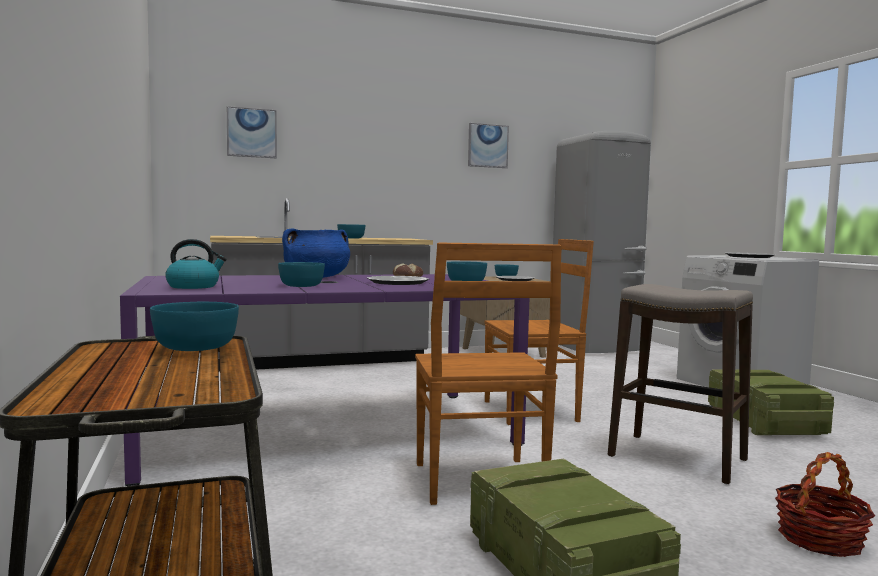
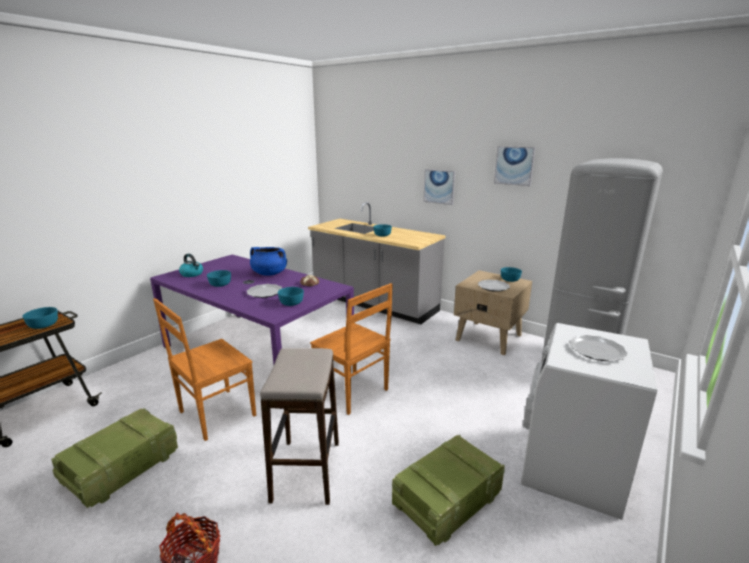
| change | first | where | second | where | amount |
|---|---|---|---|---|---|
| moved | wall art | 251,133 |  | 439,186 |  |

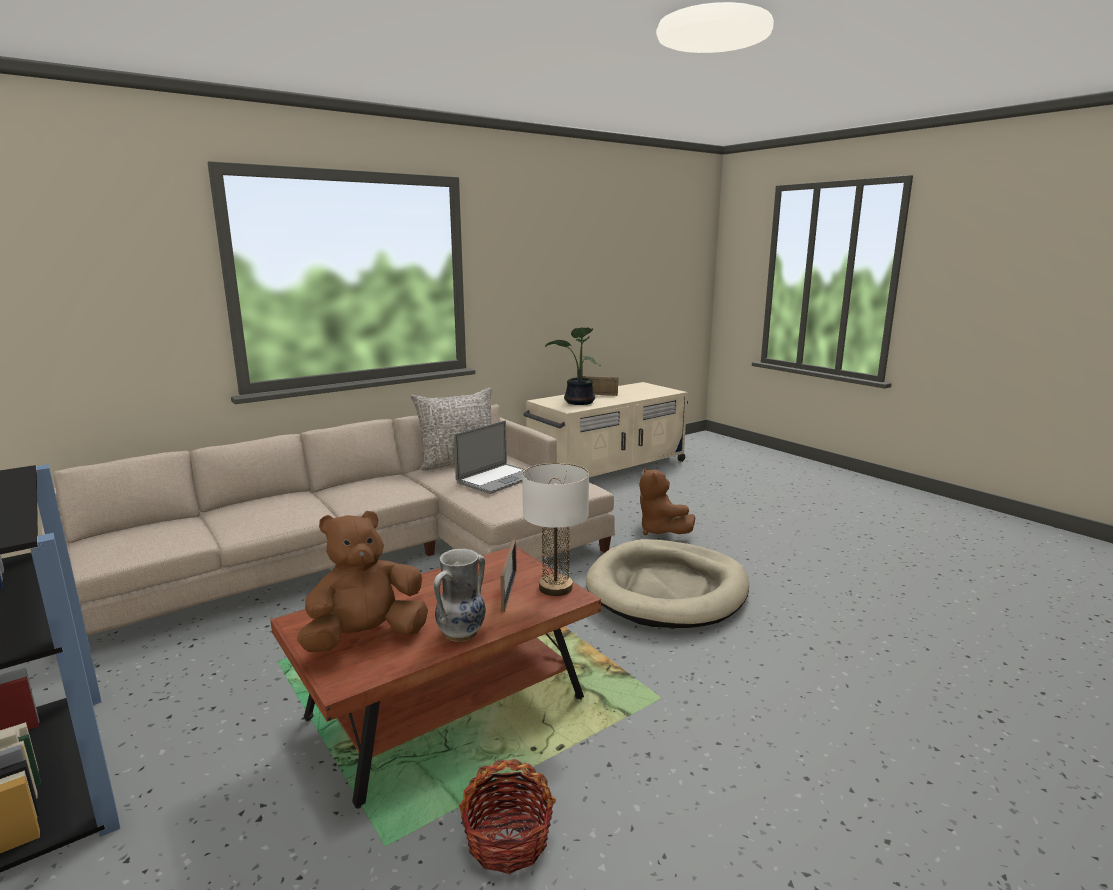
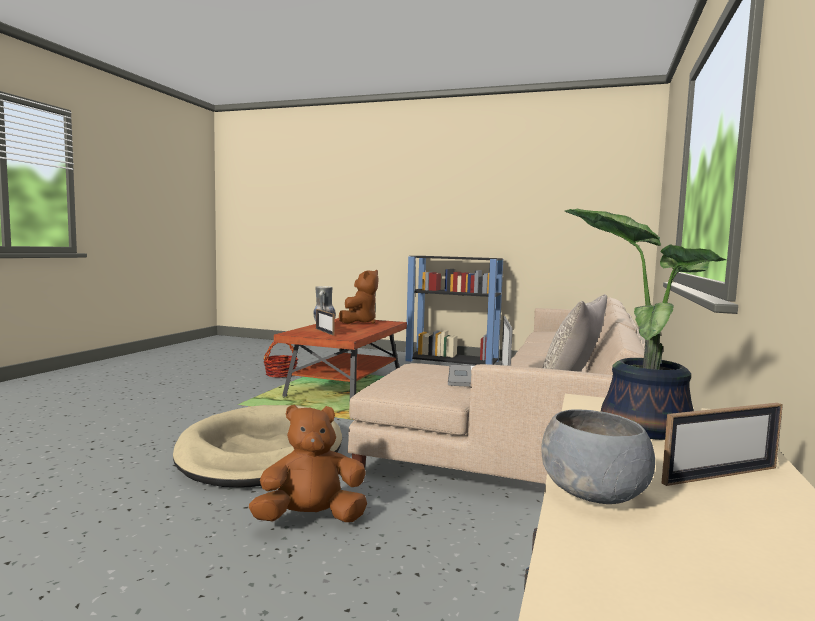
| change | first | where | second | where | amount |
|---|---|---|---|---|---|
| removed | lamp for a table | 556,587 |  |  |  |
| turned | brownish soft toy | 660,531 |  | 311,519 | 45 degrees counterclockwise |
| added |  |  | greyish deep dish | 595,495 |  |

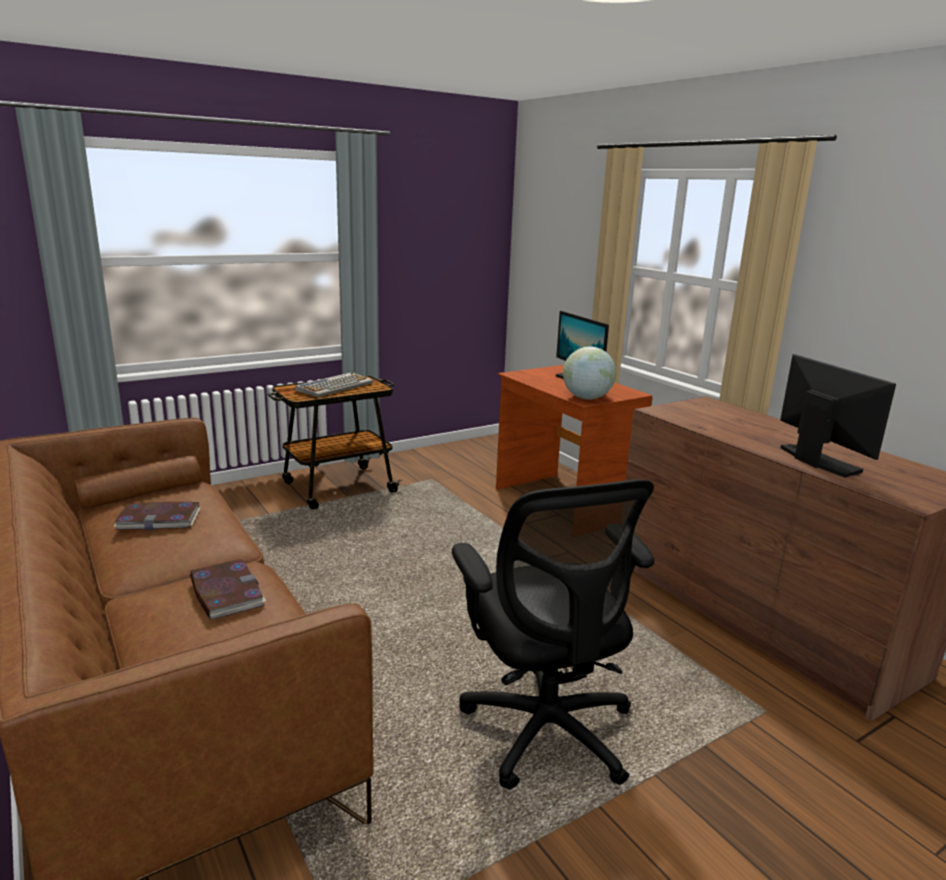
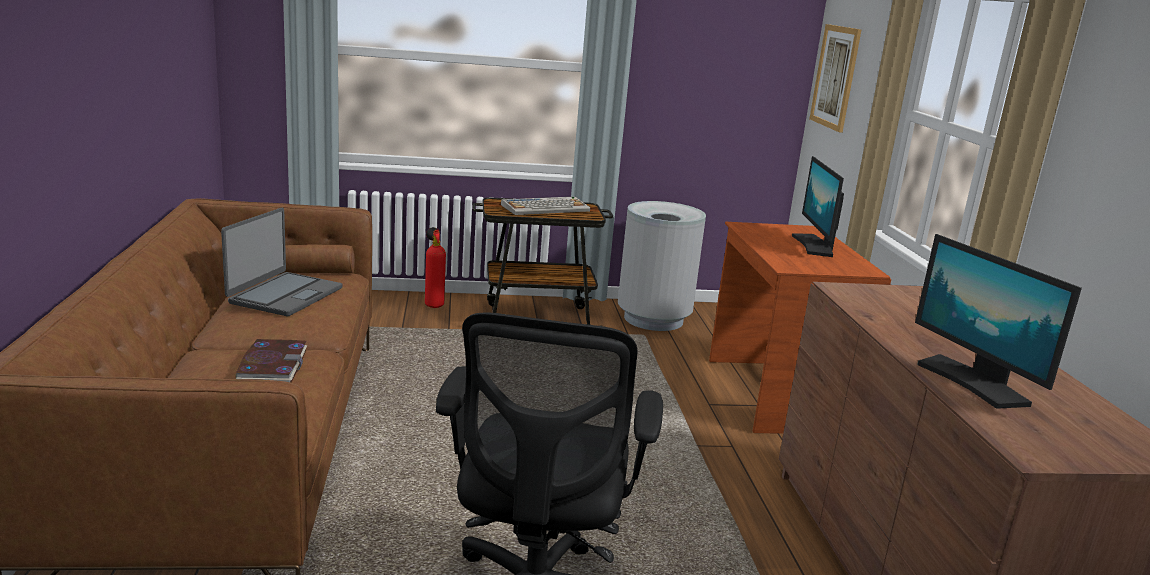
| change | first | where | second | where | amount |
|---|---|---|---|---|---|
| replaced | bound book | 159,519 | portable computer | 284,295 |  |
| removed | globe | 586,398 |  |  |  |
| turned | computer screen | 818,461 |  | 973,382 | 150 degrees clockwise |
| added |  |  | fire-fighting cylinder | 433,304 |  |
| added |  |  | greyish trash can | 653,319 |  |
| added |  |  | wall art | 835,77 |  |

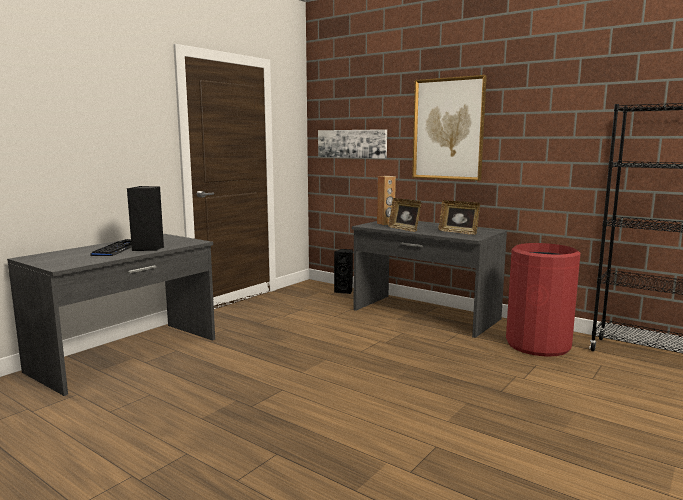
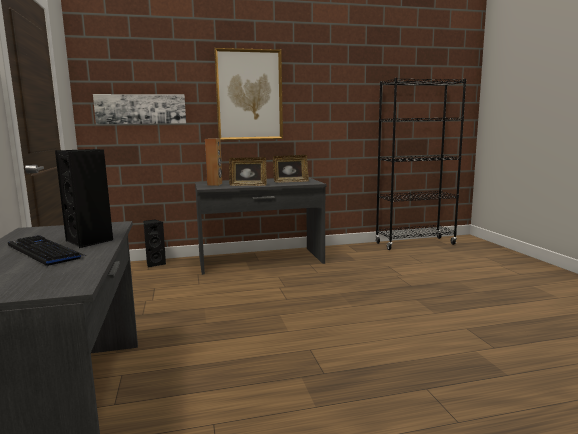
| change | first | where | second | where | amount |
|---|---|---|---|---|---|
| removed | red trash can | 538,345 |  |  |  |

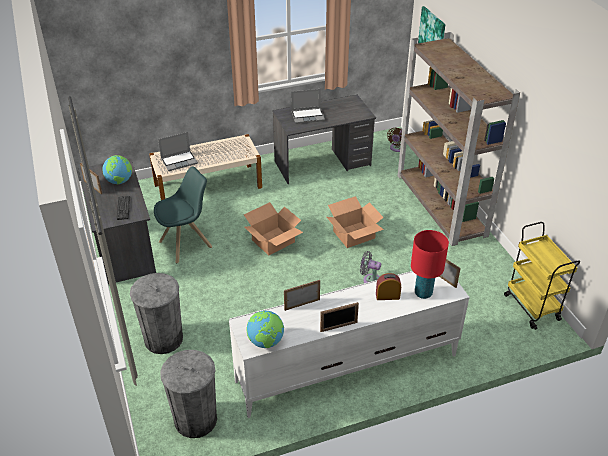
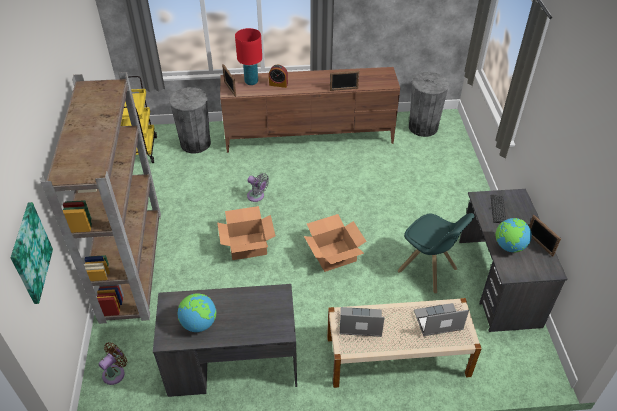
| change | first | where | second | where | amount |
|---|---|---|---|---|---|
| moved | greyish trash can | 163,339 |  | 195,143 |  |
| turned | blue-green plain chair | 186,244 |  | 428,270 | 120 degrees counterclockwise |
| recoloured | white storage cabinet | 346,369 | brownish storage cabinet | 309,136 |  |
| moved | globe | 266,342 |  | 199,323 |  |
| moved | portable computer | 308,116 |  | 360,323 |  |
| removed | picture frame | 338,327 |  |  |  |

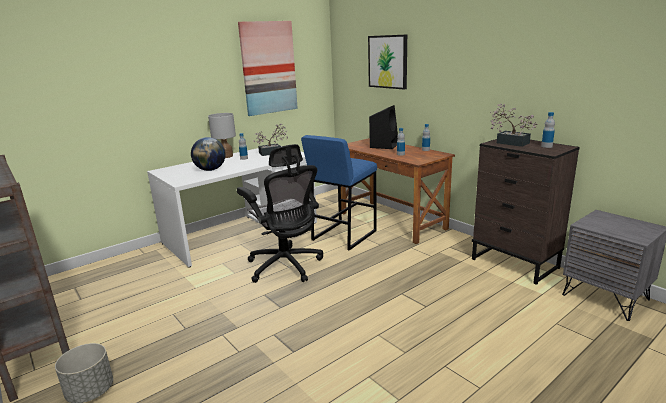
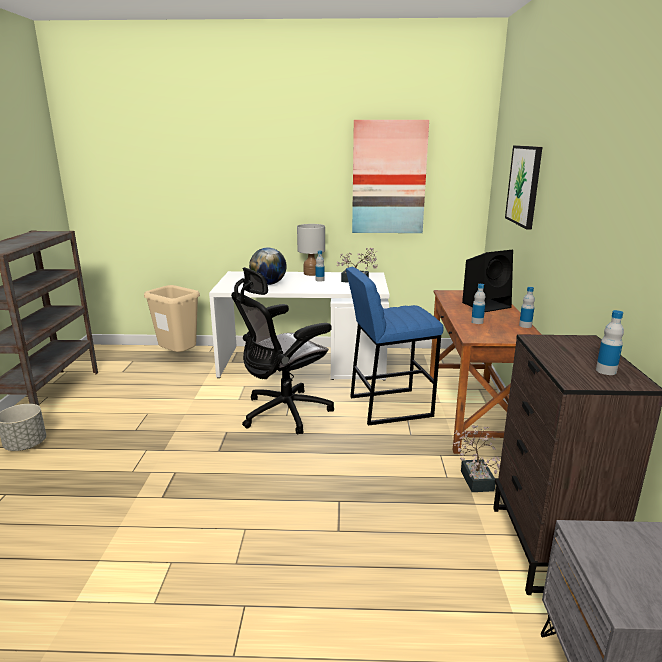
| change | first | where | second | where | amount |
|---|---|---|---|---|---|
| turned | computer chair | 285,266 |  | 285,413 | 45 degrees clockwise |
| moved | potted plant | 509,142 |  | 476,477 |  |
| added |  |  | sand-coloured trash can | 179,357 |  |

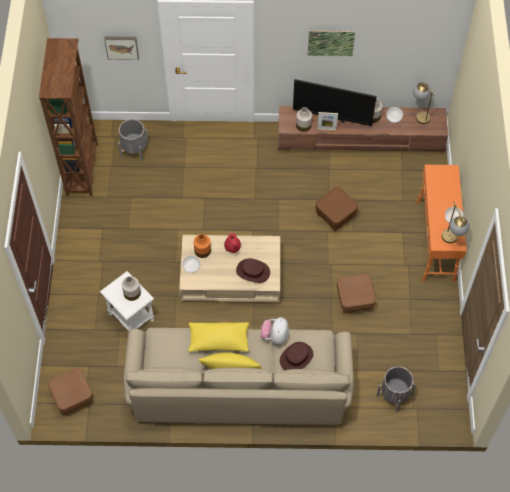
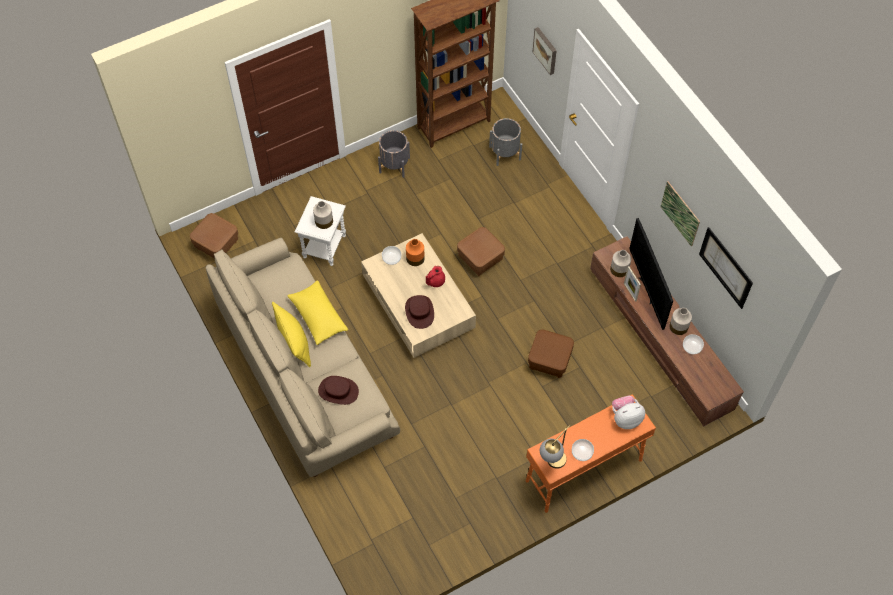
| change | first | where | second | where | amount |
|---|---|---|---|---|---|
| moved | soft toy | 275,336 |  | 625,418 |  |
| moved | brownish footrest | 354,300 |  | 480,259 |  |
| moved | greyish flower pot | 394,395 |  | 394,165 |  |
| removed | lamp for a table | 419,114 |  |  |  |
| added |  |  | wall art | 725,267 |  |

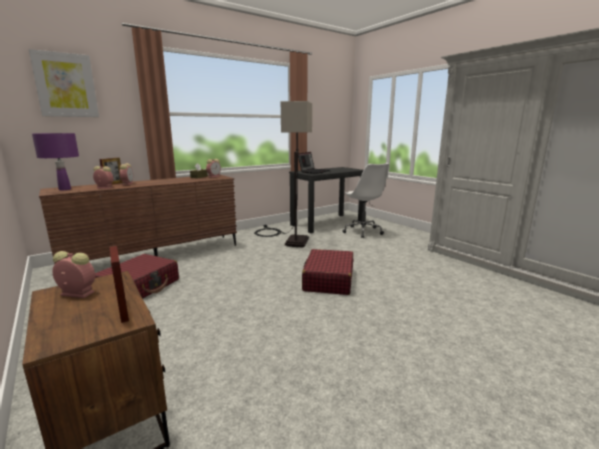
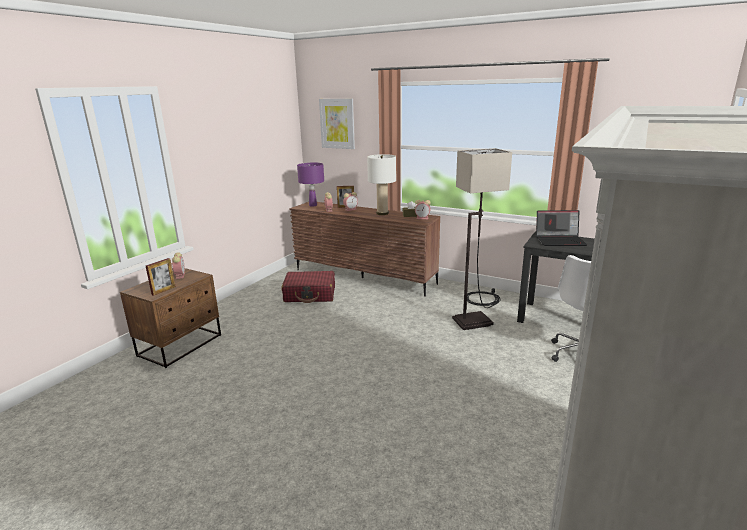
| change | first | where | second | where | amount |
|---|---|---|---|---|---|
| removed | red suitcase | 328,280 |  |  |  |
| added |  |  | white lamp for a table | 382,213 |  |

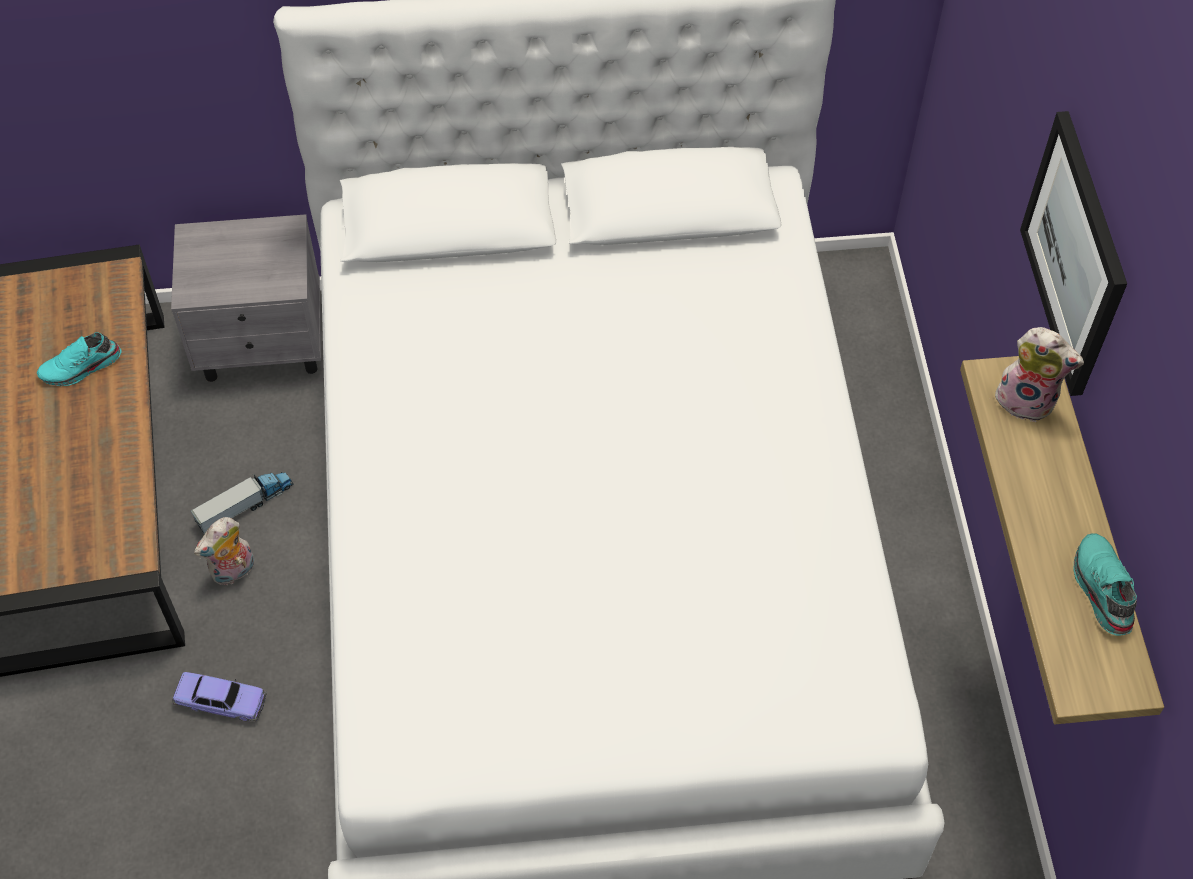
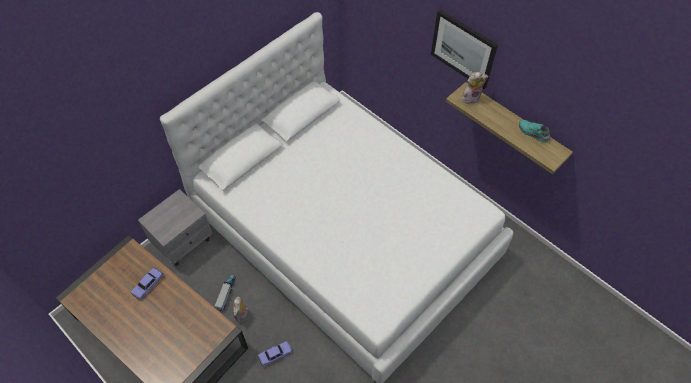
| change | first | where | second | where | amount |
|---|---|---|---|---|---|
| replaced | blue-green shoe | 81,368 | toy car | 148,285 |  |

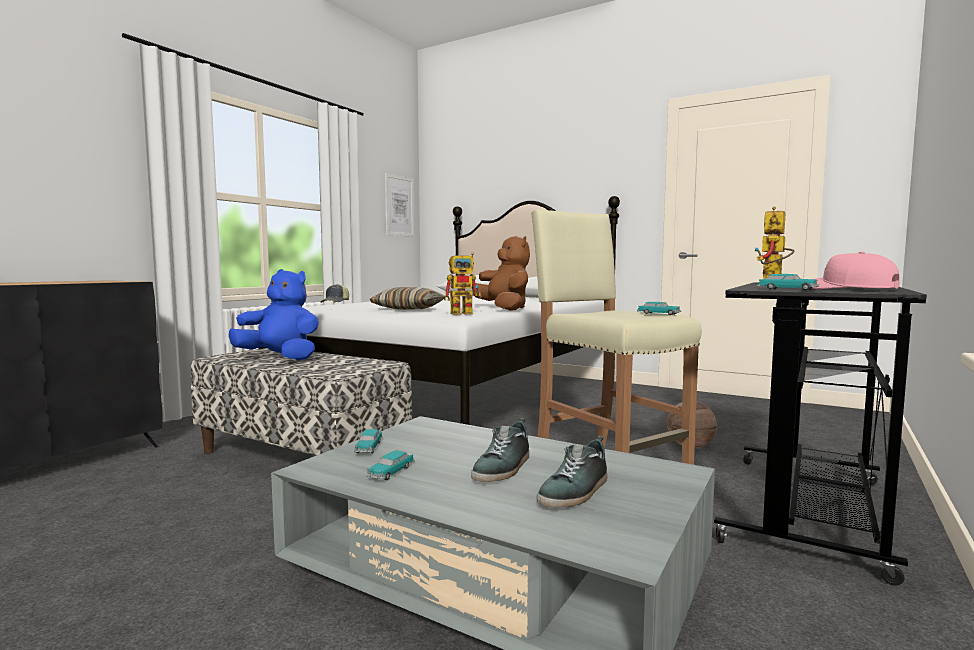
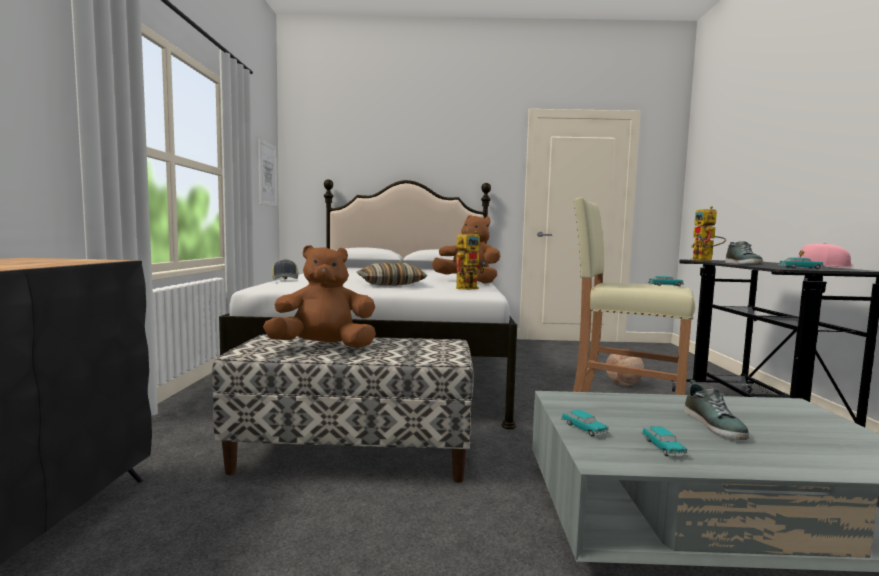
| change | first | where | second | where | amount |
|---|---|---|---|---|---|
| recoloured | blue soft toy | 280,358 | brownish soft toy | 324,347 |  |
| moved | shoe | 575,491 |  | 743,264 |  |

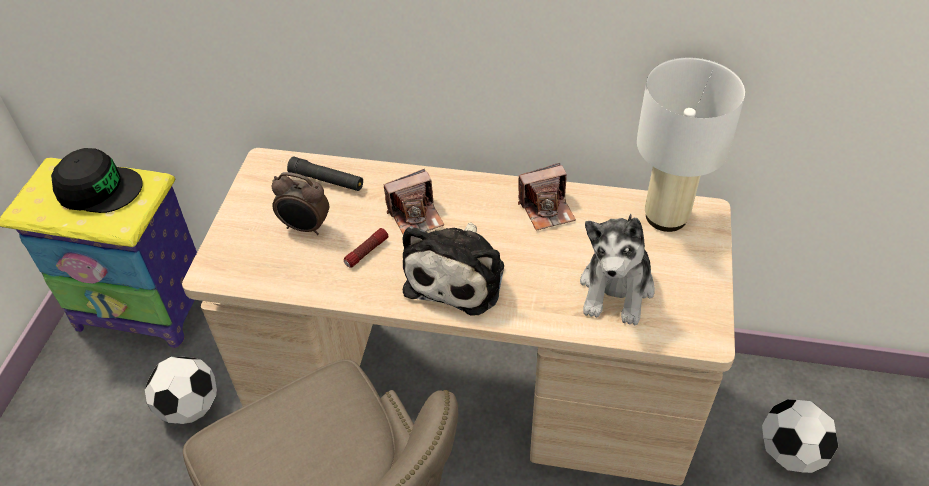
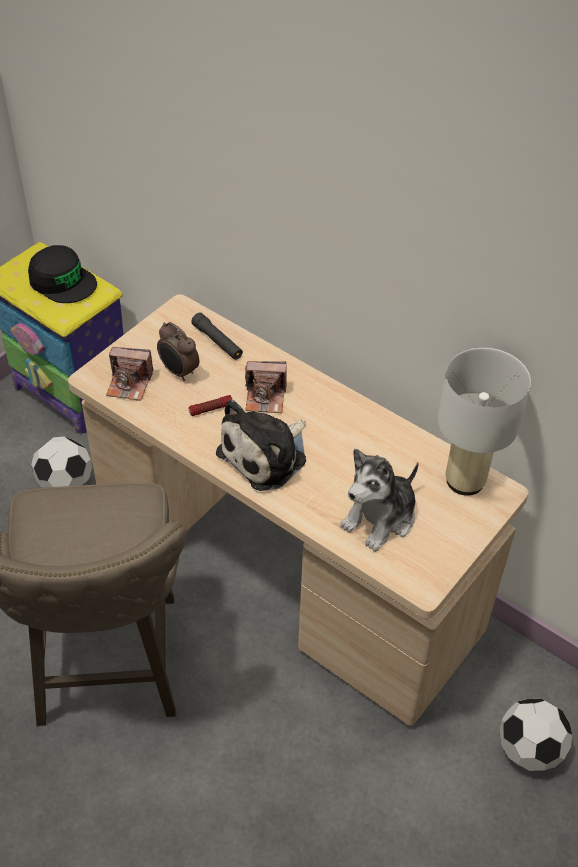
| change | first | where | second | where | amount |
|---|---|---|---|---|---|
| moved | photo camera | 546,209 |  | 129,384 |  |

